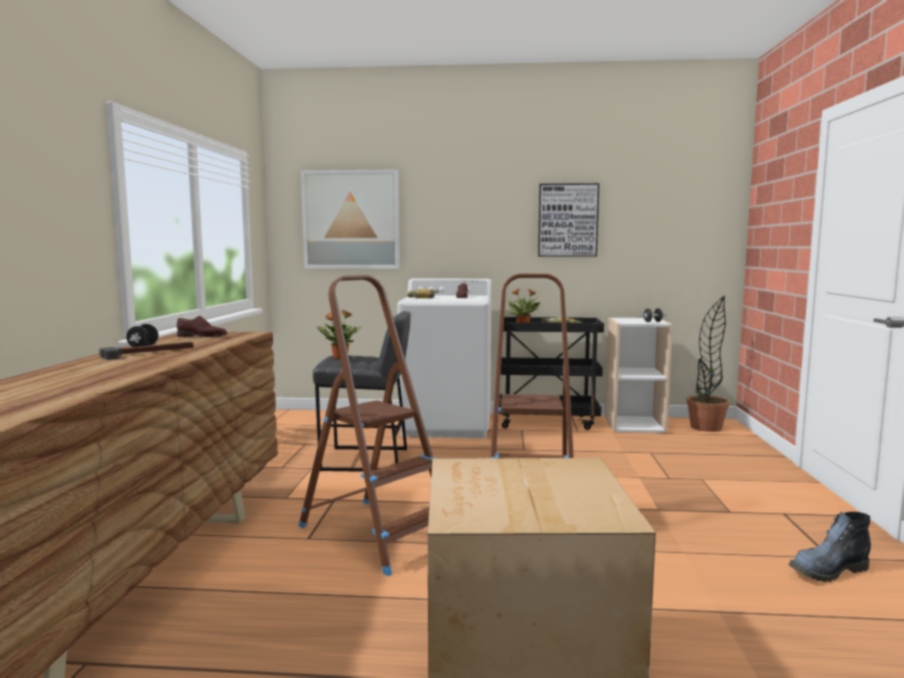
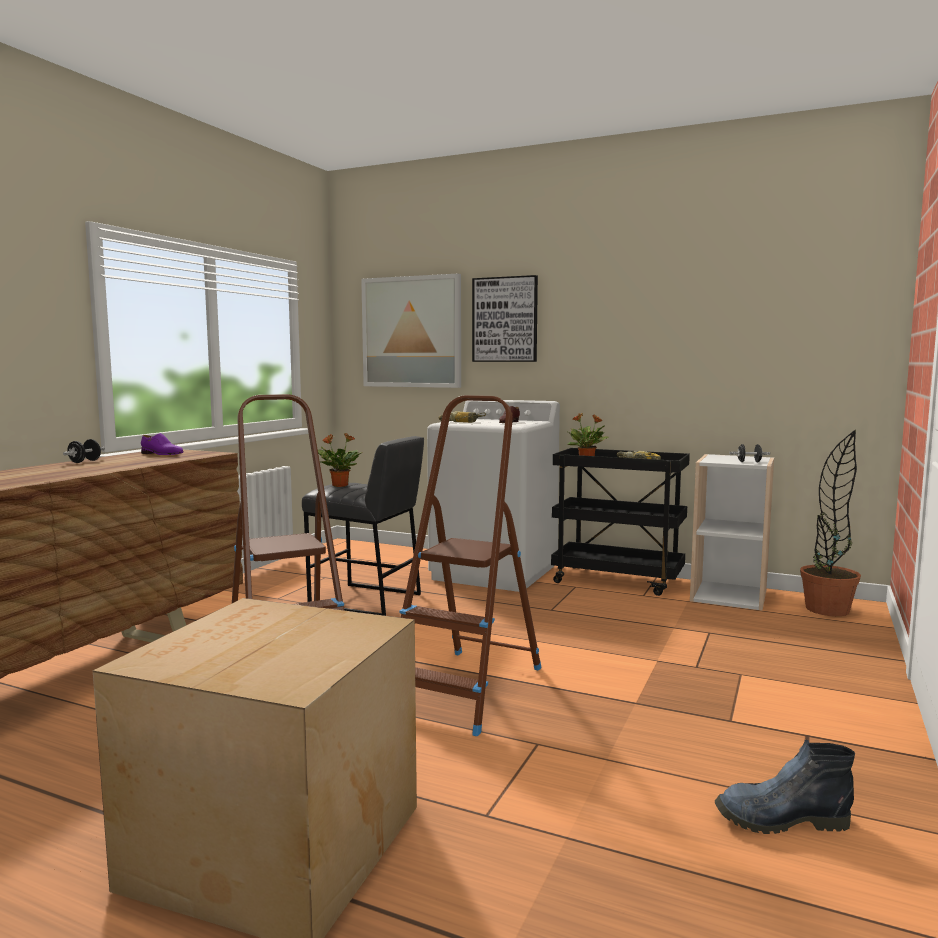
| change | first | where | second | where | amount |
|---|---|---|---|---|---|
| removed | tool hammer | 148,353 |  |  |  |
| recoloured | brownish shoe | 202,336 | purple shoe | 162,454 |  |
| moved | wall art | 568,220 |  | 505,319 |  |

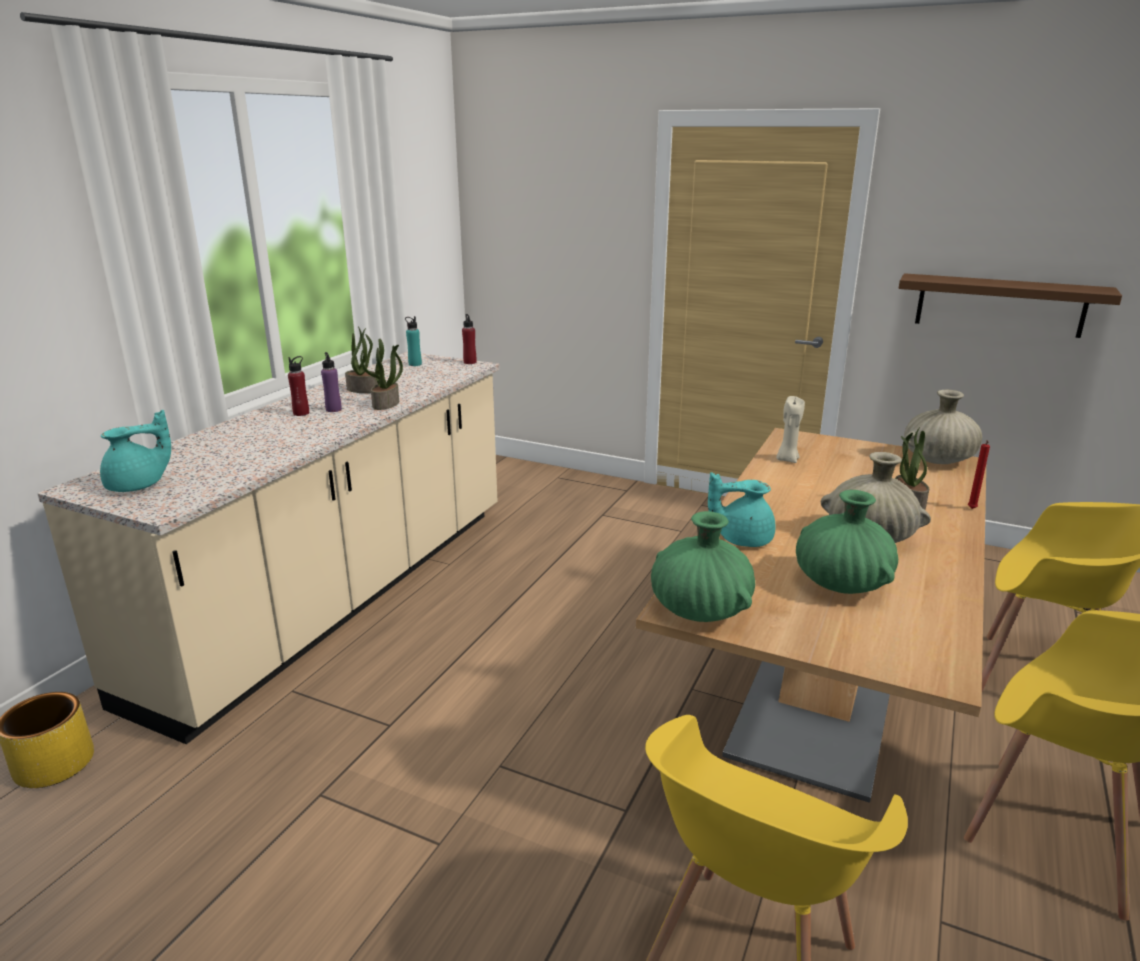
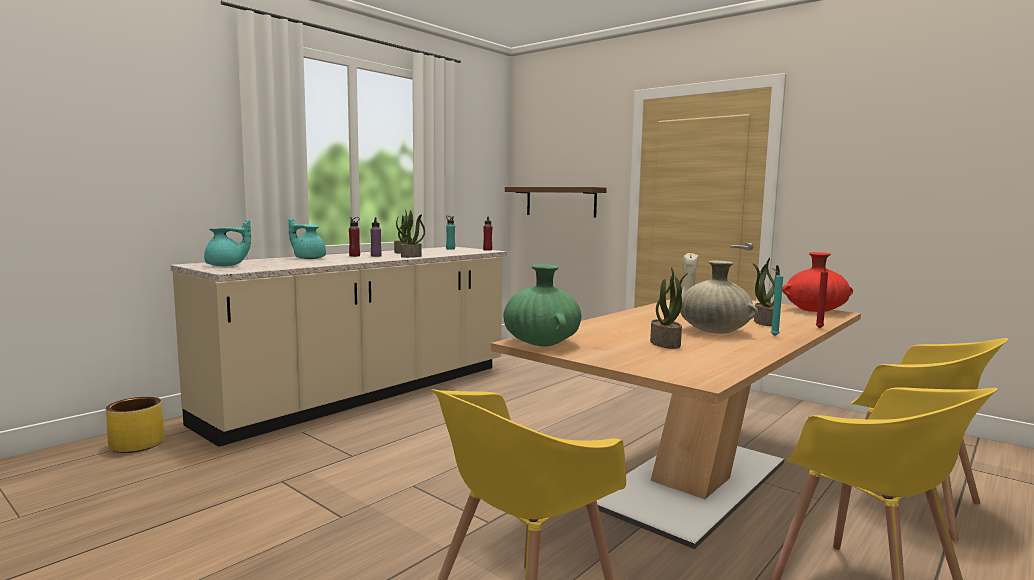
| change | first | where | second | where | amount |
|---|---|---|---|---|---|
| moved | blue-green teapot | 742,539 |  | 309,258 |  |
| replaced | green-coloured vase | 841,583 | potted plant | 666,344 |  |
| moved | brownish wall shelf | 999,305 |  | 560,201 |  |
| recoloured | sand-coloured vase | 938,460 | red vase | 815,311 |  |
| added |  |  | blue-green wax candle | 773,335 |  |

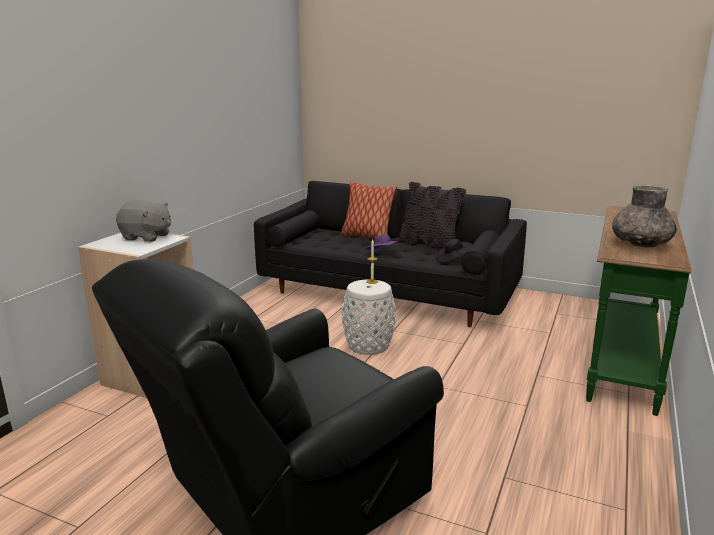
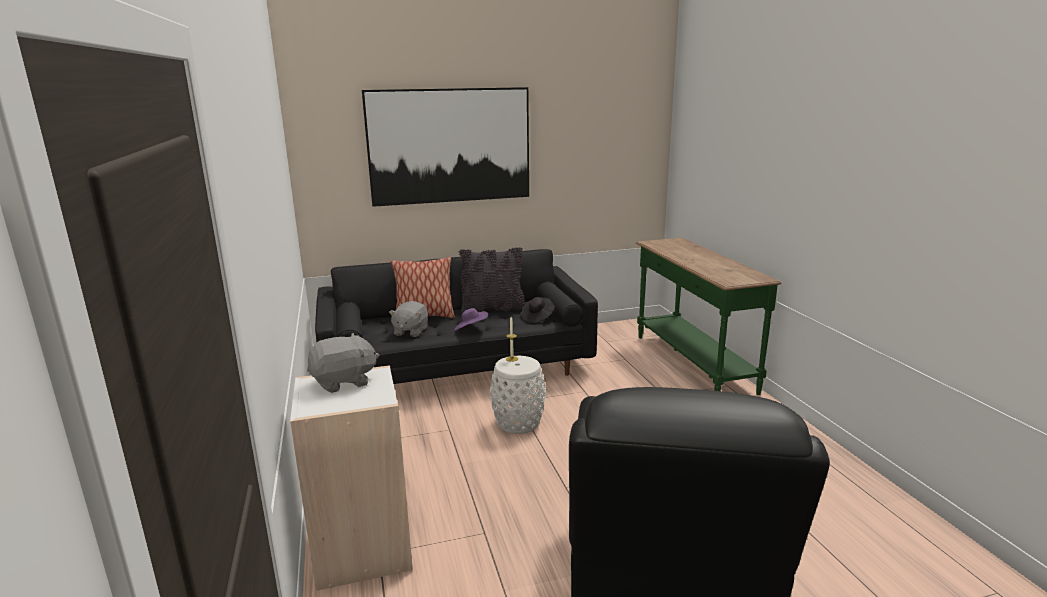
| change | first | where | second | where | amount |
|---|---|---|---|---|---|
| removed | greyish vase | 640,245 |  |  |  |
| added |  |  | wall art | 450,146 |  |
| added |  |  | greyish soft toy | 410,331 |  |

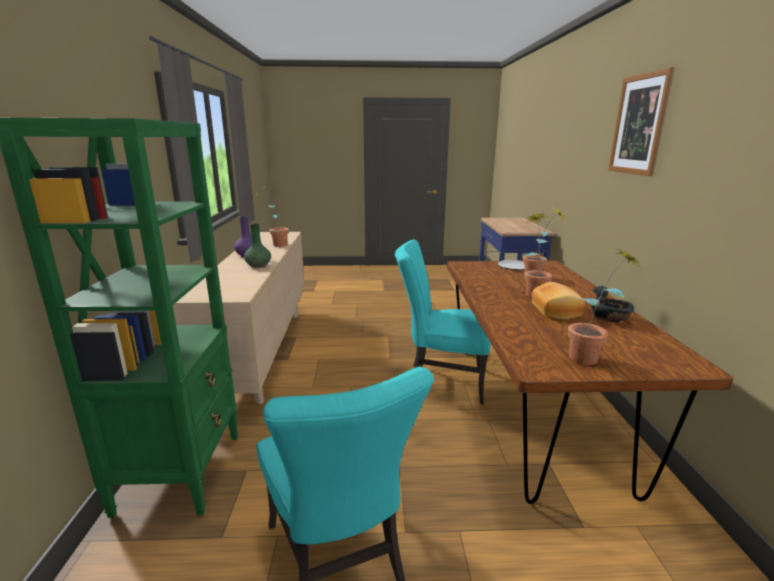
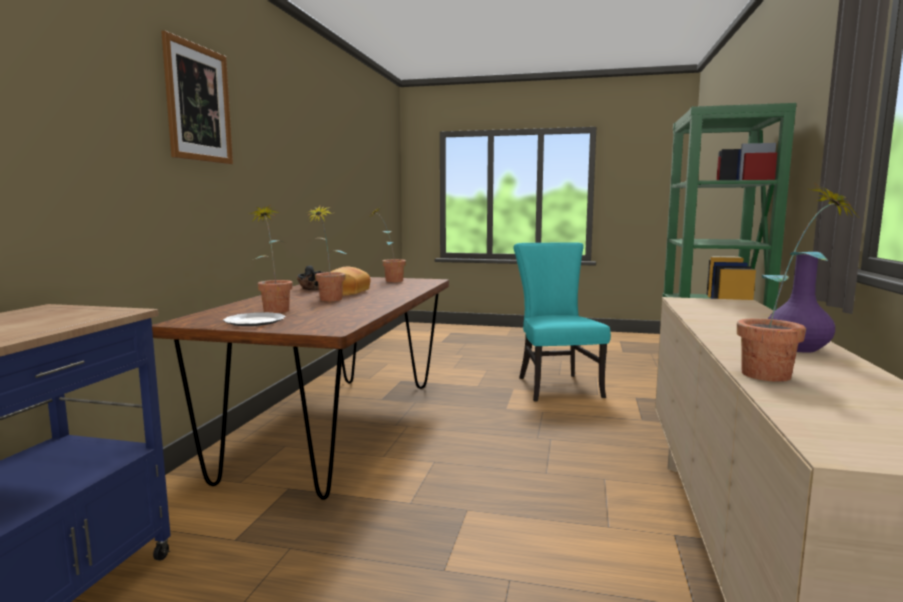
| change | first | where | second | where | amount |
|---|---|---|---|---|---|
| removed | green-coloured vase | 258,265 |  |  |  |
| removed | blue-green plain chair | 440,381 |  |  |  |

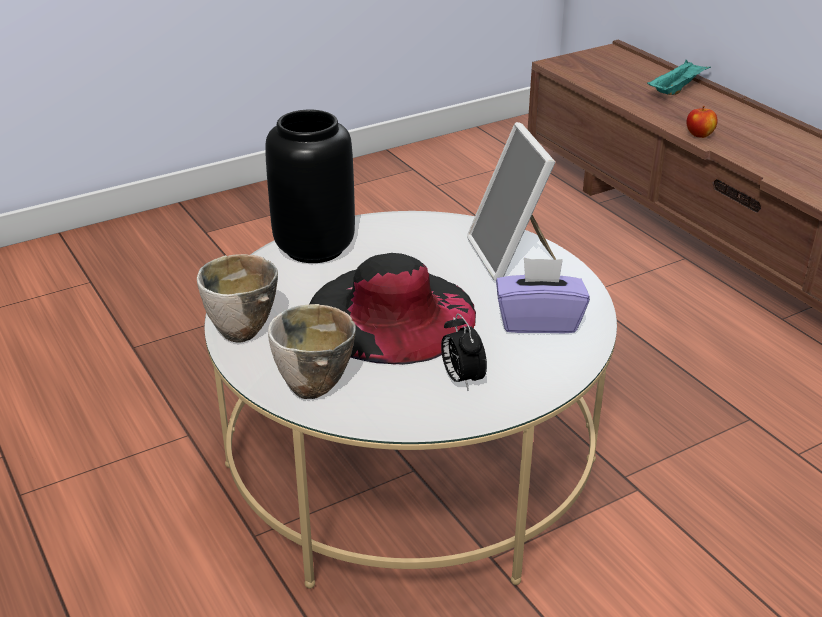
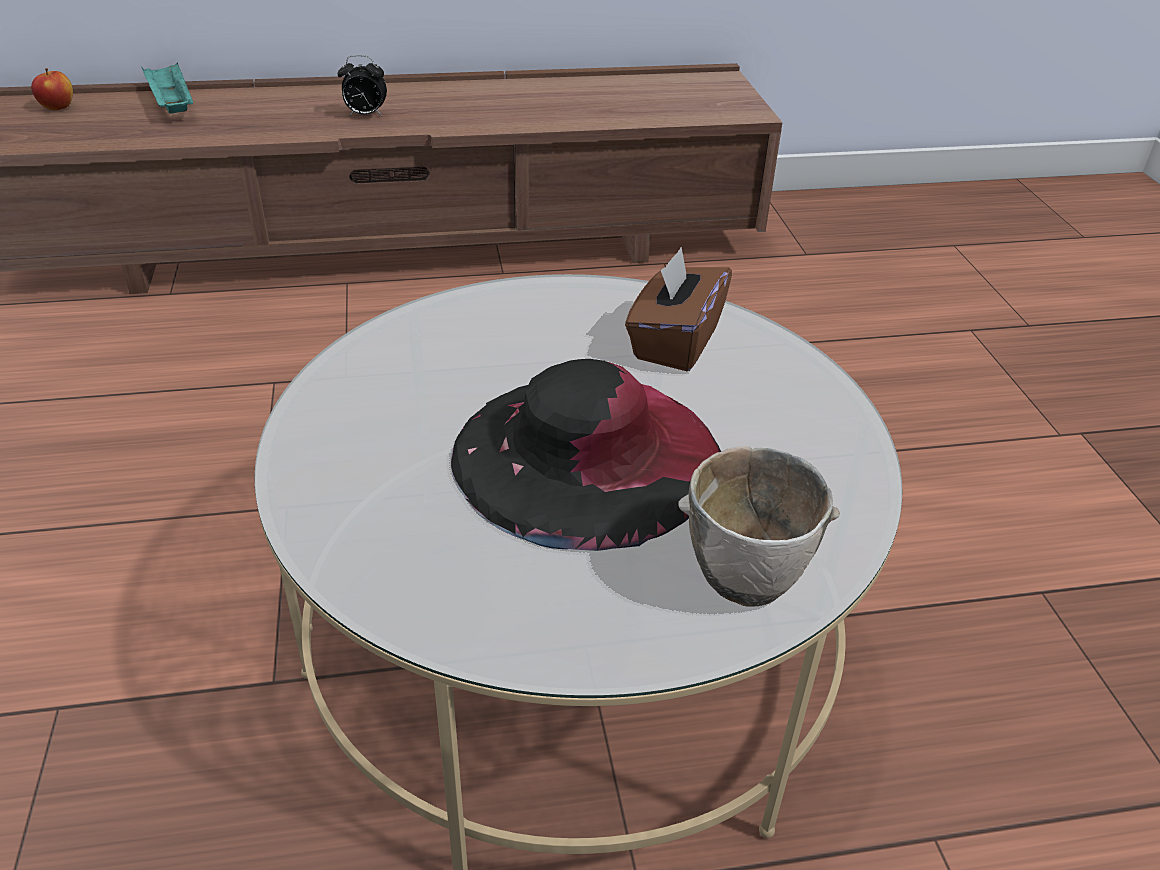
| change | first | where | second | where | amount |
|---|---|---|---|---|---|
| removed | deep dish | 243,333 |  |  |  |
| removed | black-coloured vase | 315,247 |  |  |  |
| moved | bedside clock | 461,379 |  | 365,115 |  |
| removed | picture frame | 511,256 |  |  |  |
| recoloured | purple tissue box | 538,321 | brownish tissue box | 674,342 |  |
| moved | whole apple | 699,135 |  | 58,107 |  |

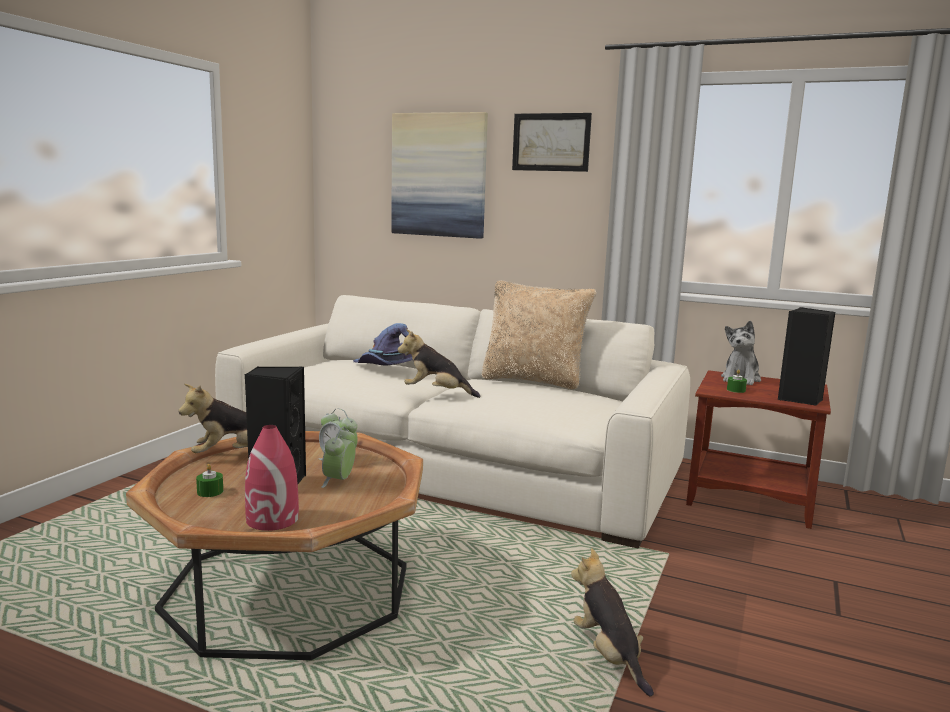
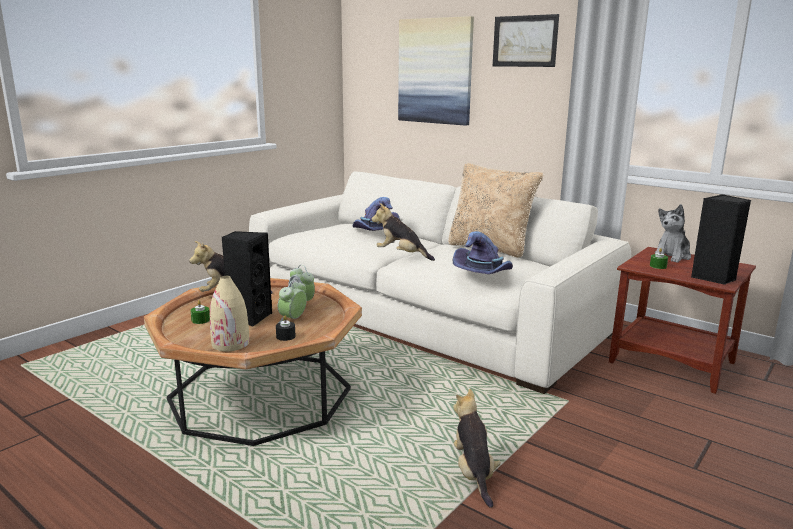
| change | first | where | second | where | amount |
|---|---|---|---|---|---|
| recoloured | red vase | 273,519 | sand-coloured vase | 231,344 |  |
| added |  |  | black-coloured wax candle | 285,336 |  |
| added |  |  | purple wearable hat | 483,274 |  |

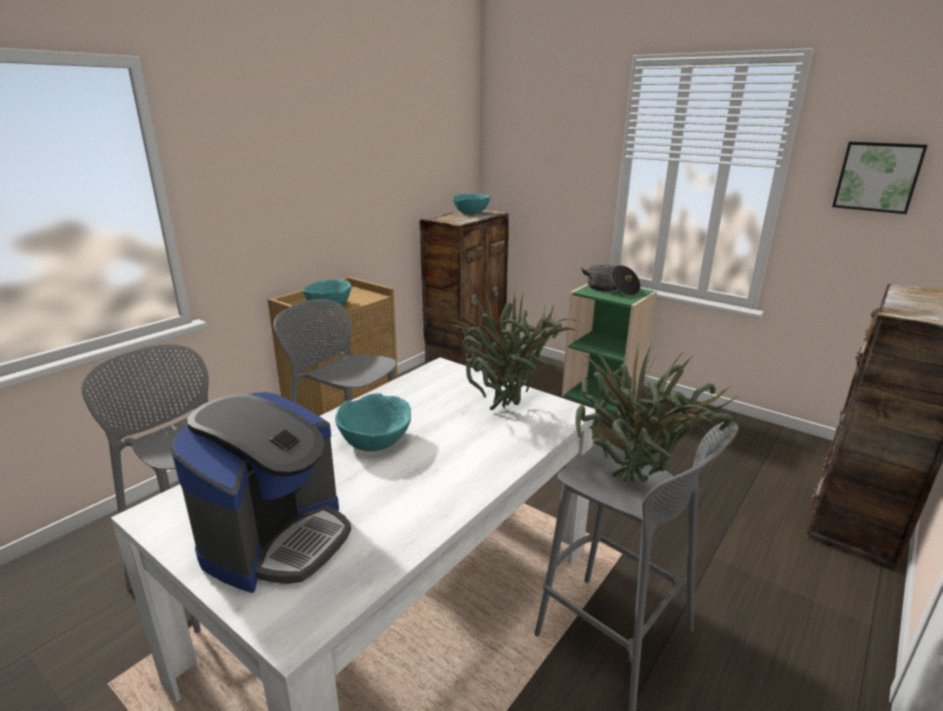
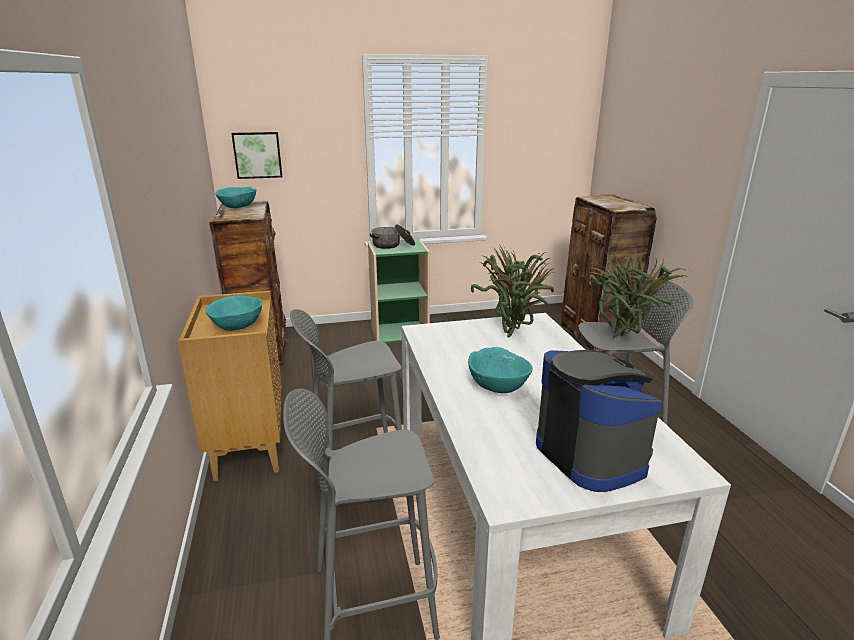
| change | first | where | second | where | amount |
|---|---|---|---|---|---|
| moved | wall art | 878,177 |  | 257,155 |  |

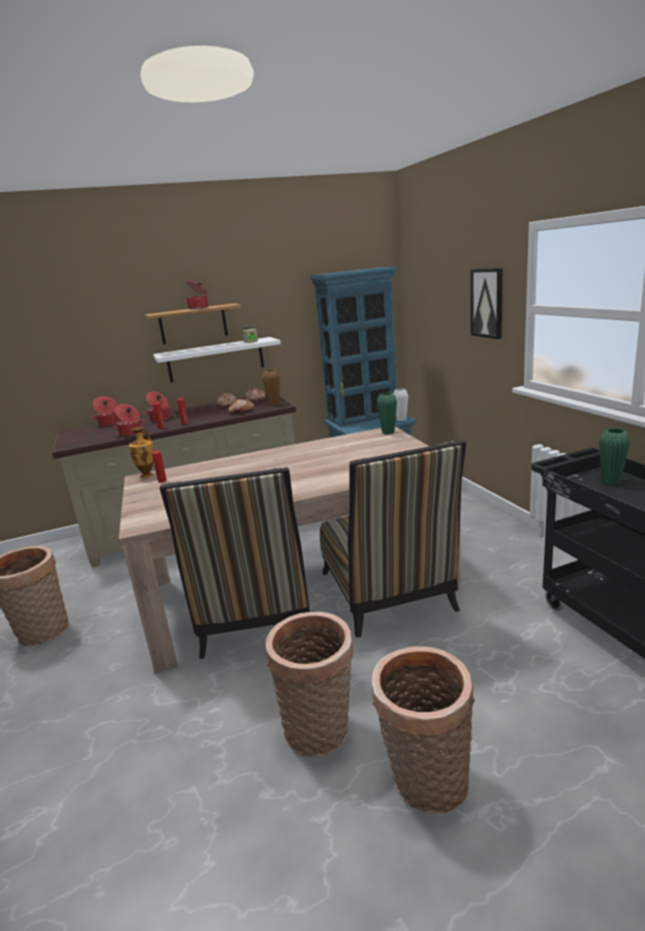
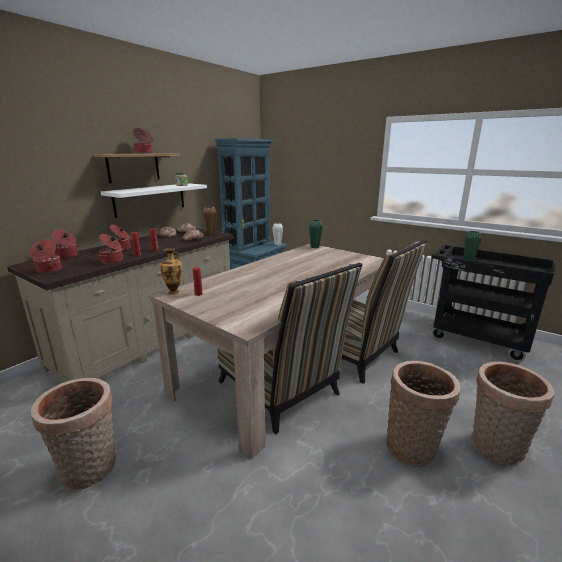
| change | first | where | second | where | amount |
|---|---|---|---|---|---|
| removed | wall art | 487,303 |  |  |  |
| added |  |  | stockpot | 48,270 |  |

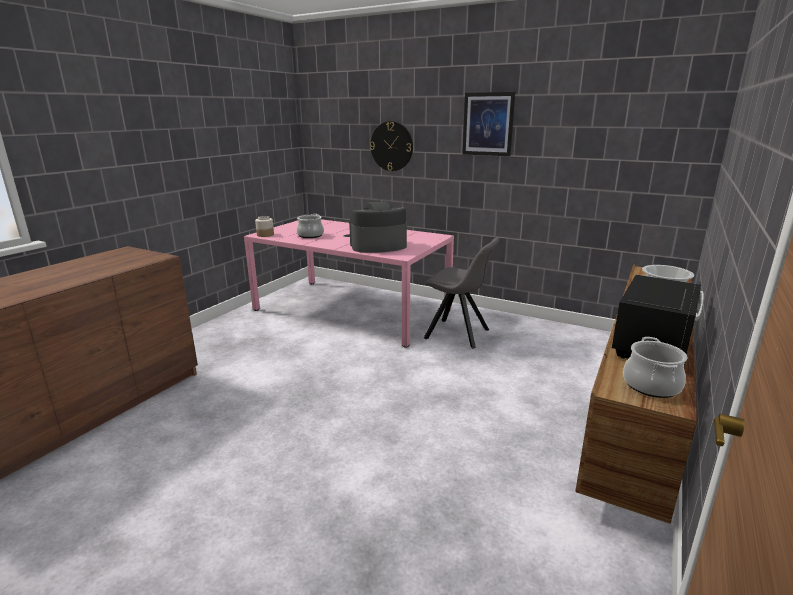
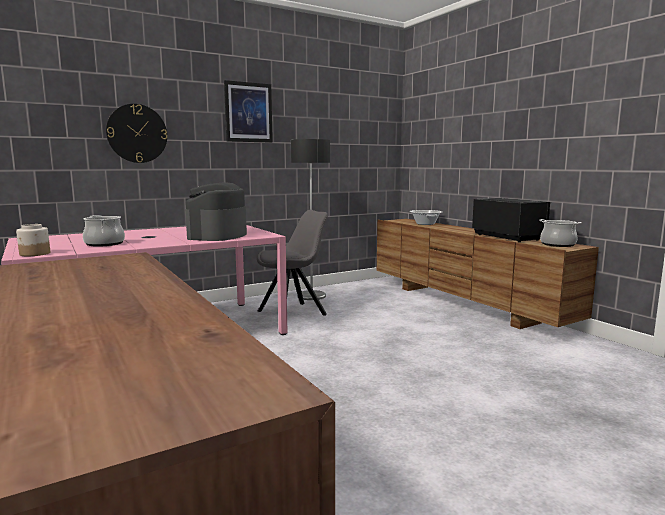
| change | first | where | second | where | amount |
|---|---|---|---|---|---|
| added |  |  | floor lamp | 311,296 |  |

